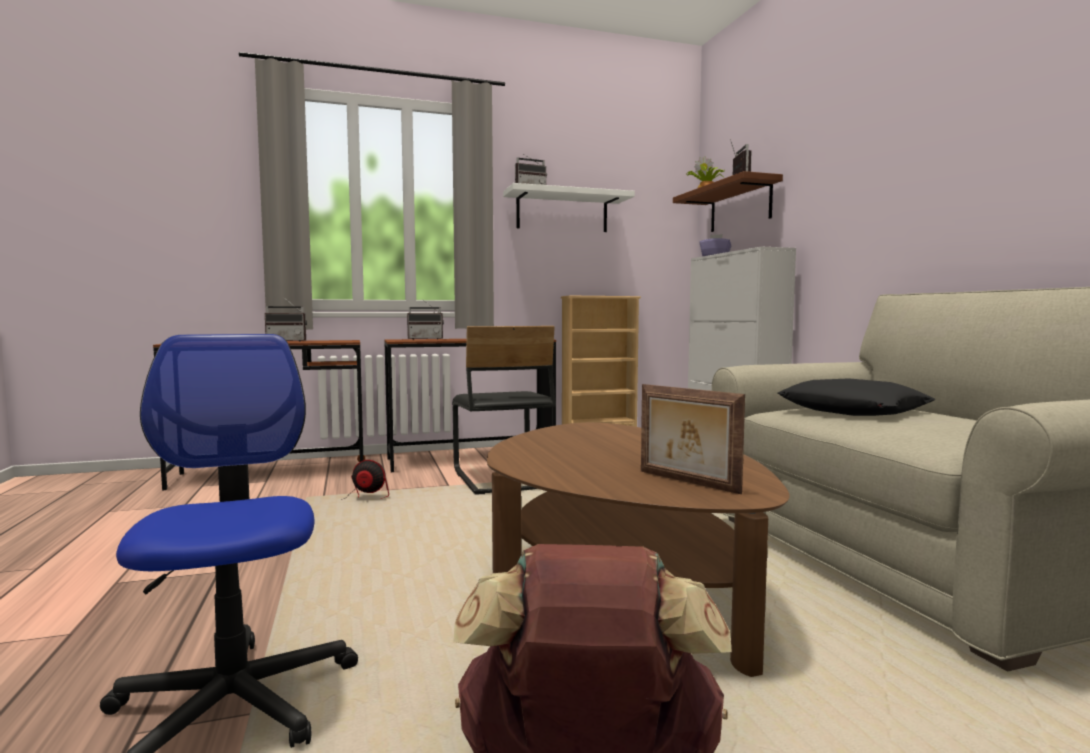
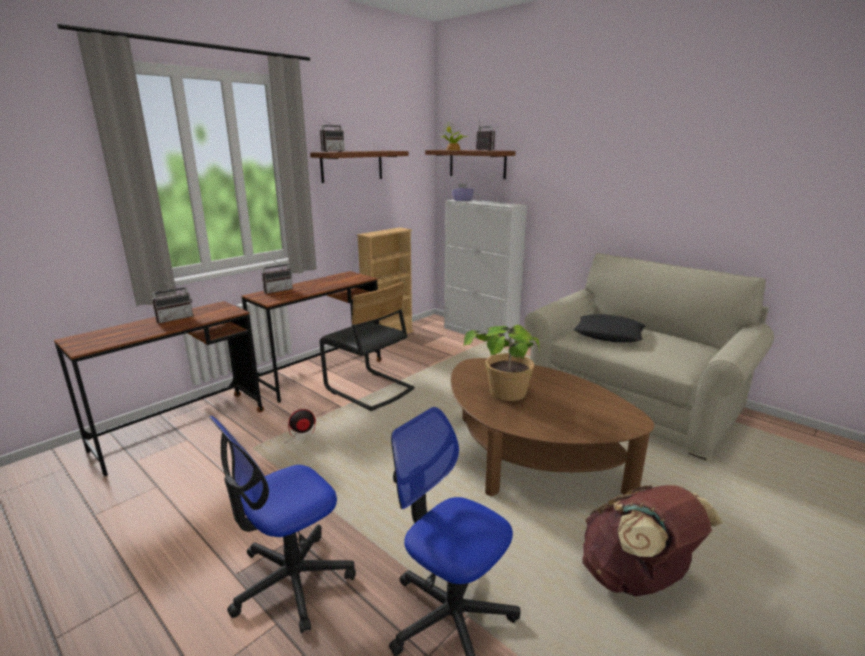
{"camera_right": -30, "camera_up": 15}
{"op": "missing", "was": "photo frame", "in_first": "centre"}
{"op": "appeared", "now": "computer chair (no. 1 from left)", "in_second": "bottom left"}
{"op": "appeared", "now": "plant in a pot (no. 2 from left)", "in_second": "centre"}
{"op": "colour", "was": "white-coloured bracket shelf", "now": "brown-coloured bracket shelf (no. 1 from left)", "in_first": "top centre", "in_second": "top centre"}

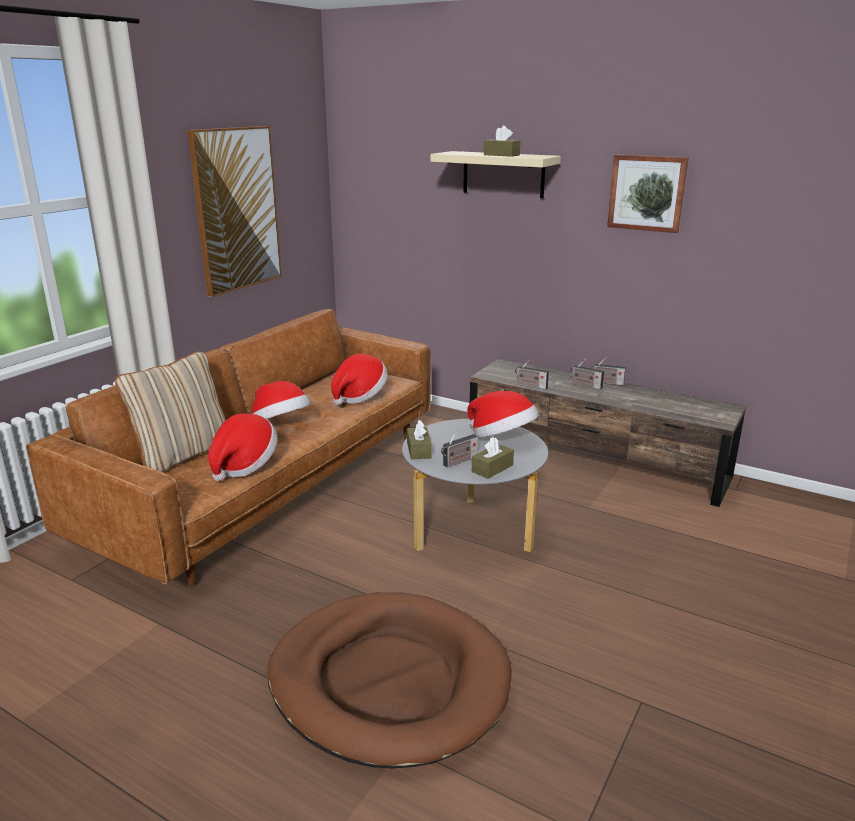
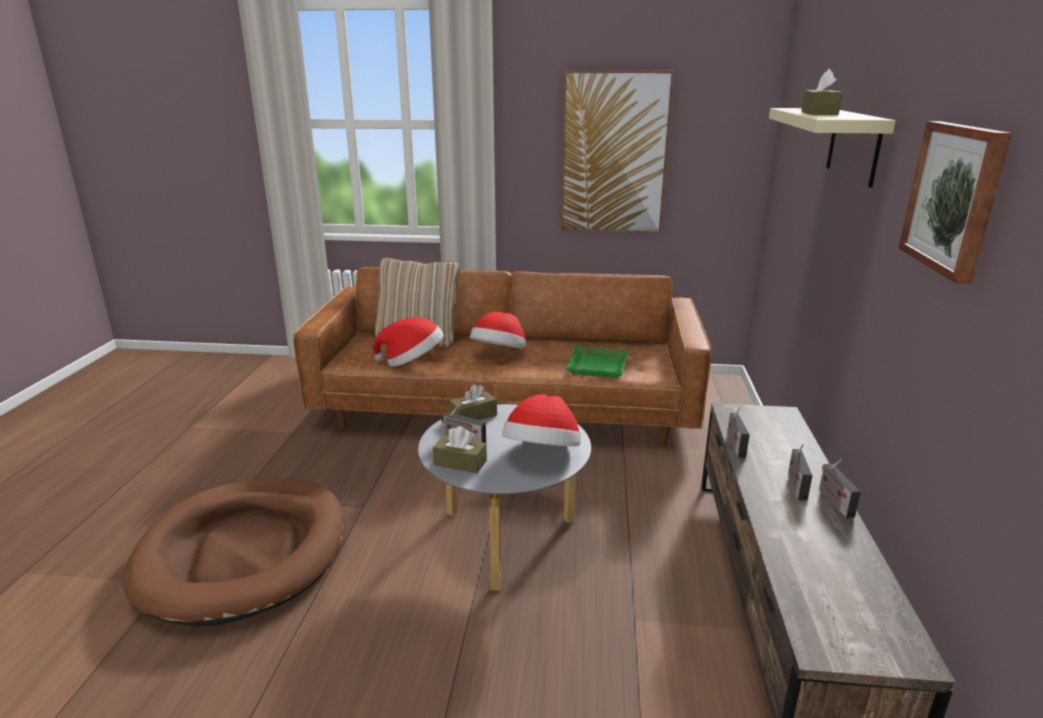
{"camera_right": 65, "camera_up": 0}
{"op": "exchanged", "was": "hat (no. 3 from left)", "now": "greenish carrying tray", "in_first": "centre", "in_second": "centre"}

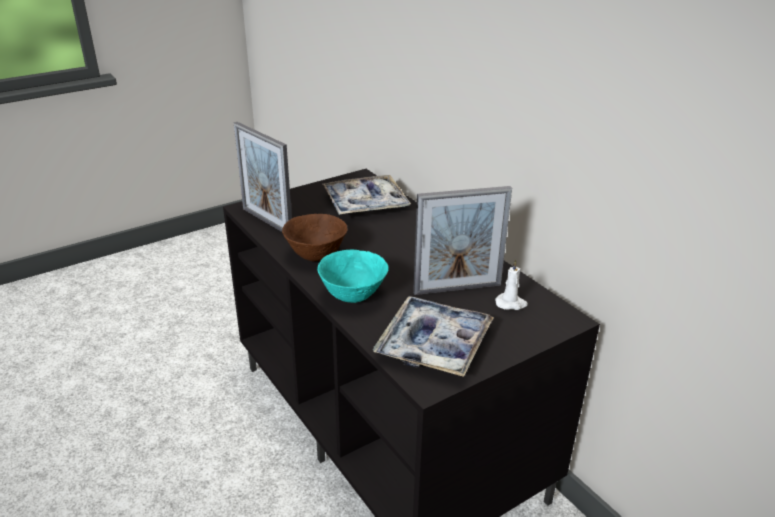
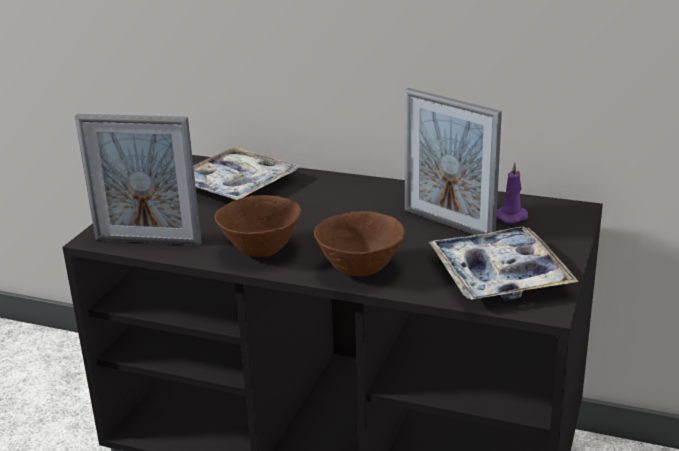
{"camera_right": -35, "camera_up": -5}
{"op": "colour", "was": "turquoise bowl", "now": "brown-coloured bowl (no. 2 from left)", "in_first": "centre", "in_second": "centre"}
{"op": "colour", "was": "white-coloured candle", "now": "purplish candle", "in_first": "centre", "in_second": "middle right"}
{"op": "spun", "was": "photo frame (no. 2 from left)", "in_first": "centre", "in_second": "middle right", "clockwise": 90}

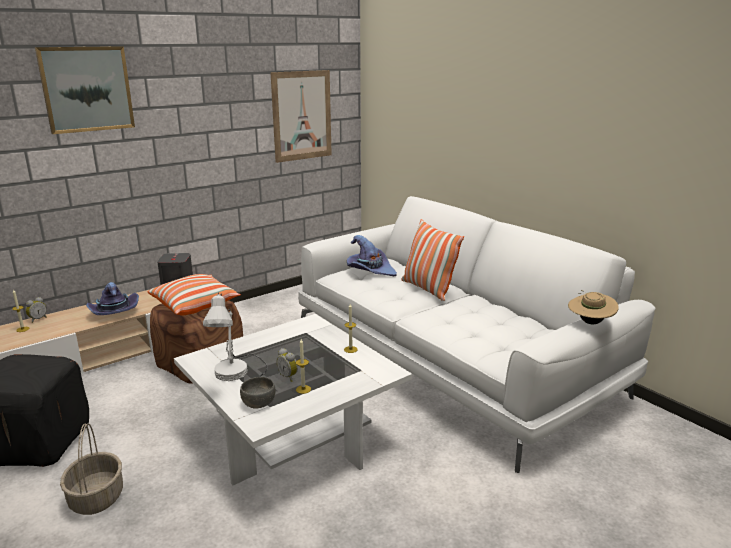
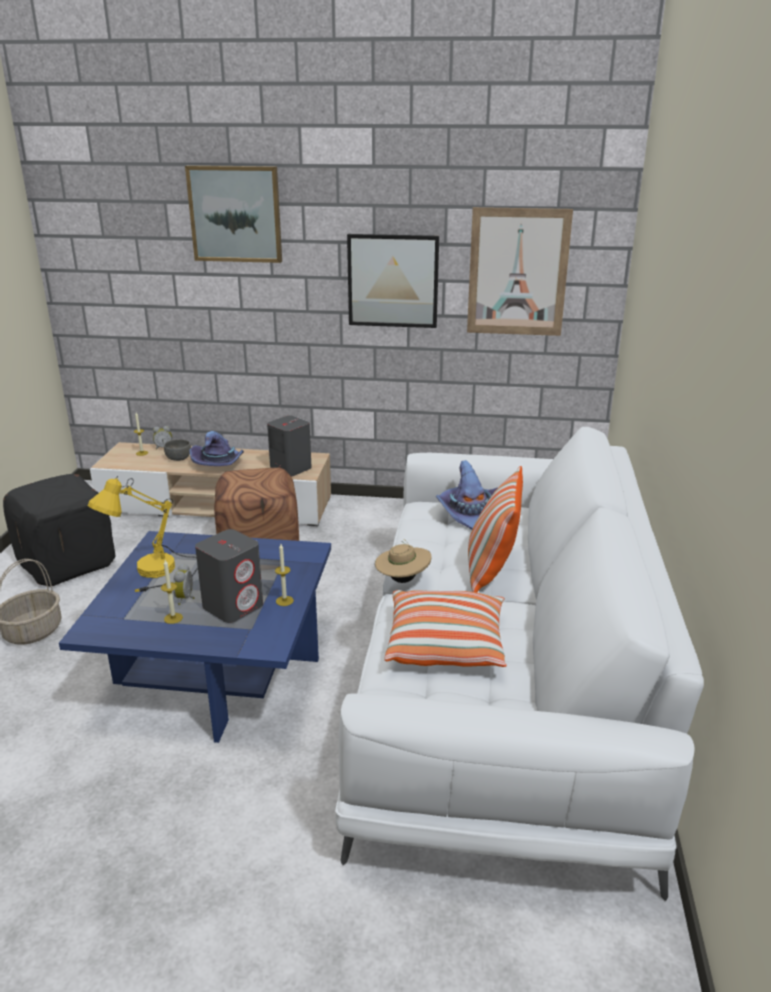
{"camera_right": 45, "camera_up": 5}
{"op": "appeared", "now": "gray audio speaker (no. 1 from left)", "in_second": "middle left"}
{"op": "appeared", "now": "wall art (no. 2 from left)", "in_second": "top centre"}
{"op": "relocated", "was": "cushion (no. 1 from left)", "in_first": "middle left", "in_second": "centre"}
{"op": "relocated", "was": "gray bowl", "in_first": "bottom centre", "in_second": "middle left"}
{"op": "relocated", "was": "beige hat", "in_first": "middle right", "in_second": "centre"}
{"op": "colour", "was": "white-coloured lounge table", "now": "blue-coloured lounge table", "in_first": "bottom centre", "in_second": "middle left"}
{"op": "colour", "was": "white-coloured tabletop lamp", "now": "yellow-coloured tabletop lamp", "in_first": "middle left", "in_second": "middle left"}

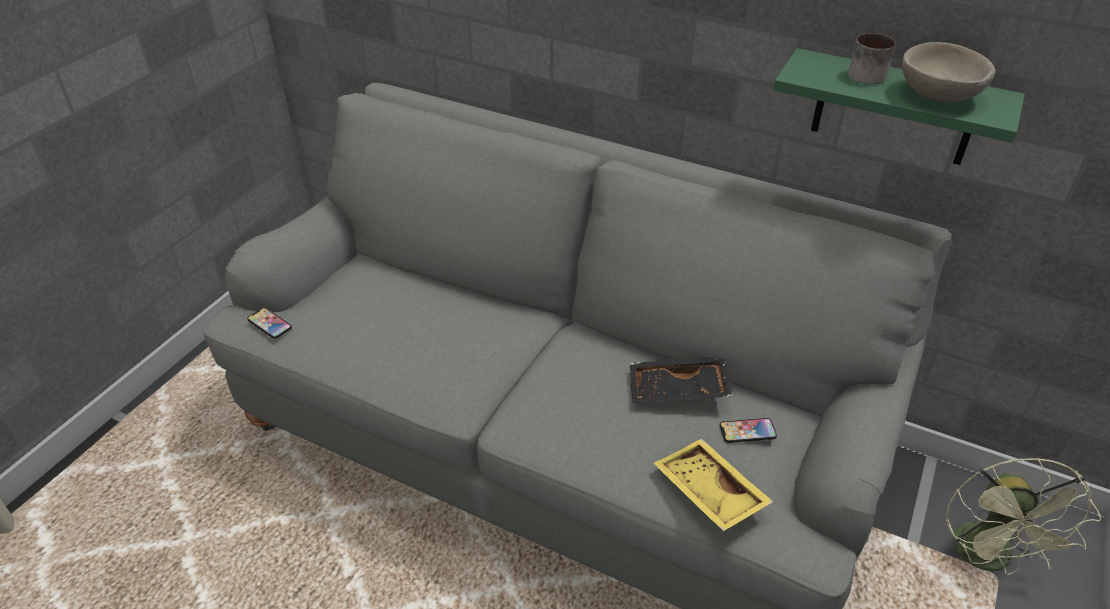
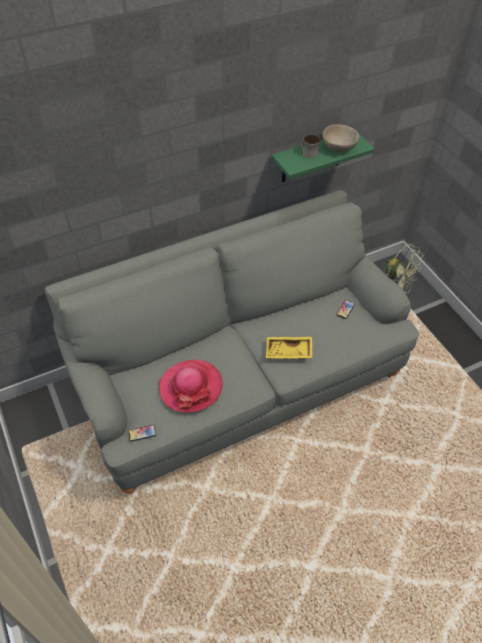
{"camera_right": -55, "camera_up": 10}
{"op": "missing", "was": "blackish carrying tray", "in_first": "centre"}
{"op": "appeared", "now": "hat", "in_second": "centre"}
{"op": "relocated", "was": "yellow-coloured carrying tray", "in_first": "bottom centre", "in_second": "centre"}

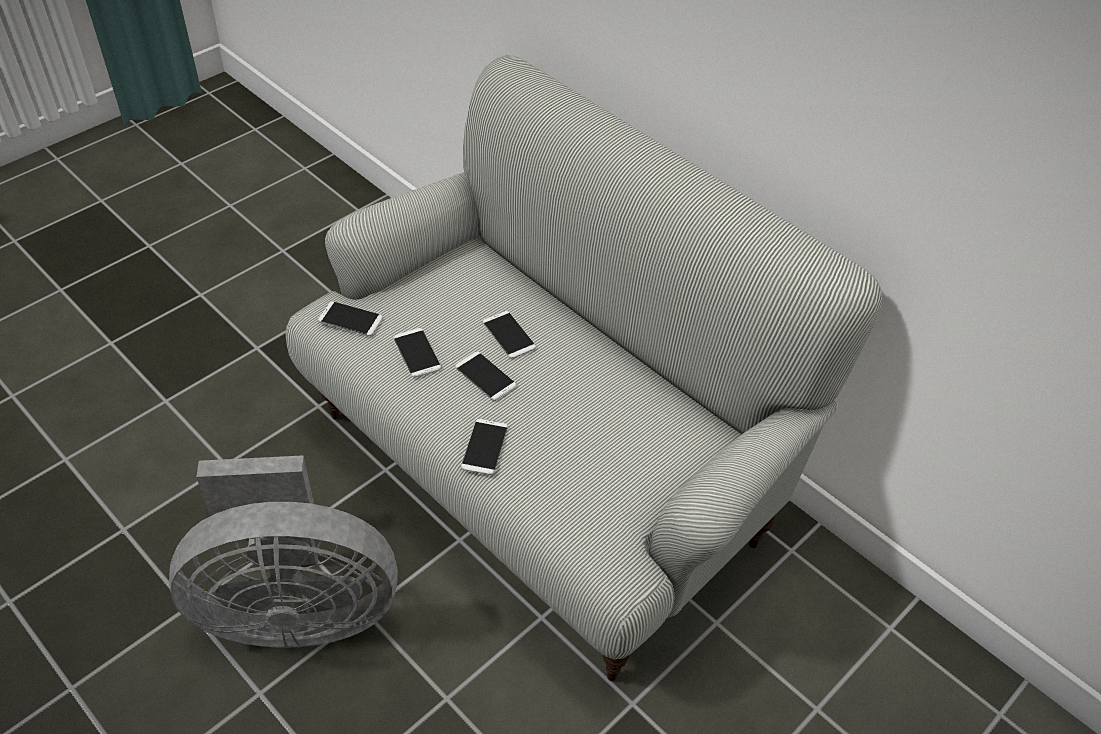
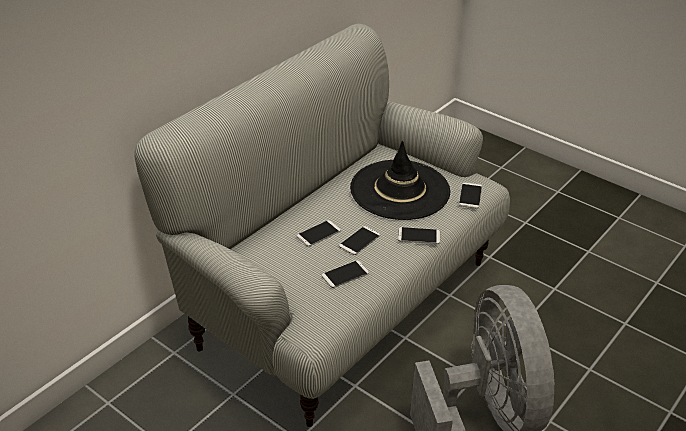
{"camera_right": -95, "camera_up": -10}
{"op": "appeared", "now": "blackish hat", "in_second": "centre"}
{"op": "relocated", "was": "phone (no. 1 from left in the first image)", "now": "phone (no. 5 from left)", "in_first": "middle left", "in_second": "middle right"}

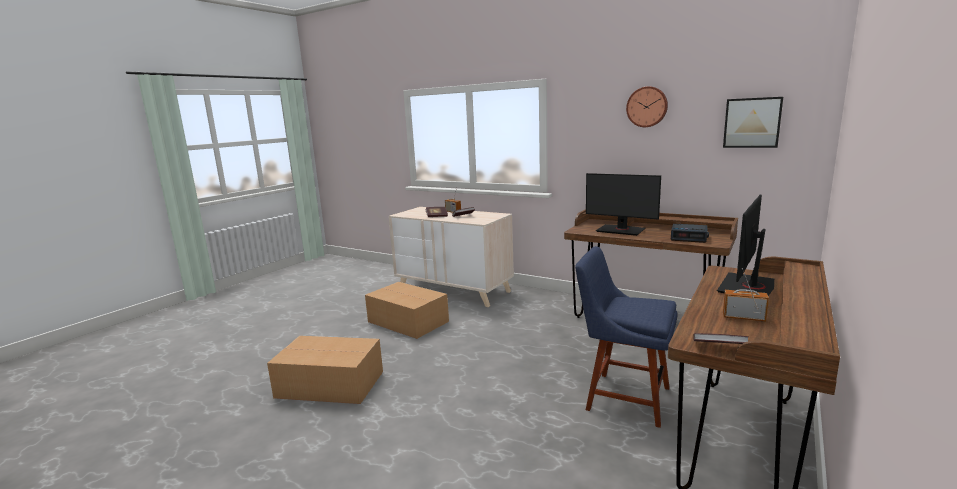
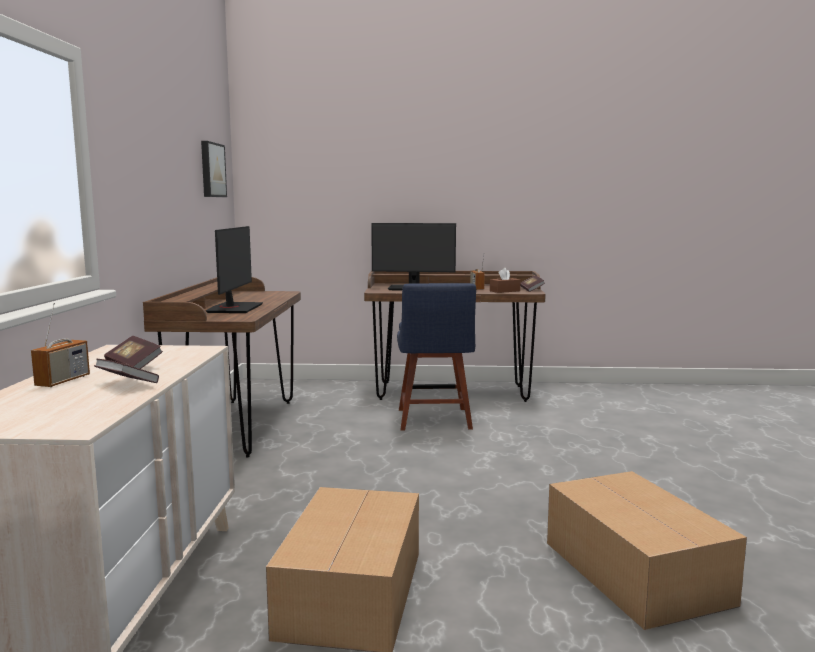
{"camera_right": -120, "camera_up": -5}
{"op": "missing", "was": "hanging clock", "in_first": "top right"}
{"op": "missing", "was": "bedside clock", "in_first": "middle right"}
{"op": "appeared", "now": "brown-coloured tissue holder", "in_second": "centre"}

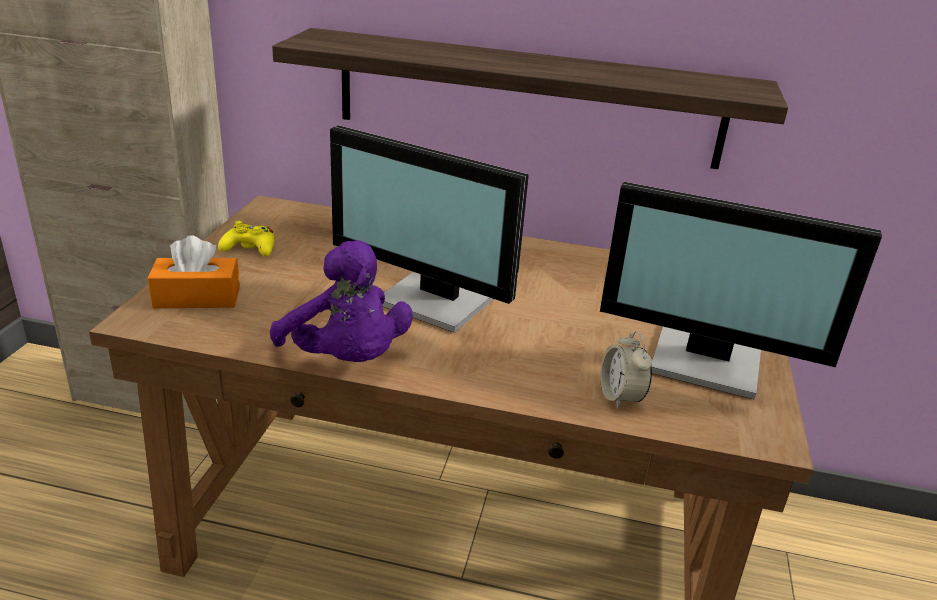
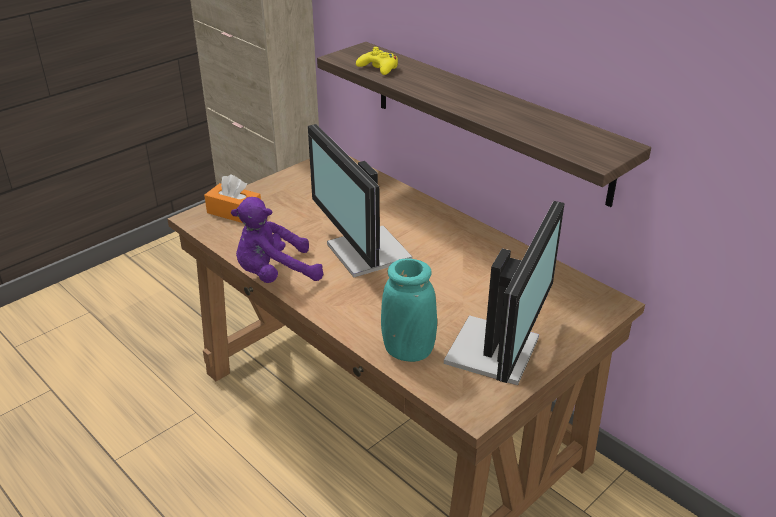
{"camera_right": 35, "camera_up": 5}
{"op": "relocated", "was": "yellow-coloured joypad", "in_first": "middle left", "in_second": "top centre"}
{"op": "exchanged", "was": "bedside clock", "now": "turquoise decorative vase", "in_first": "middle right", "in_second": "centre"}
{"op": "spun", "was": "purplish cuddly toy", "in_first": "centre", "in_second": "centre", "clockwise": 75}
{"op": "spun", "was": "computer display (no. 2 from left)", "in_first": "middle right", "in_second": "centre", "clockwise": -120}

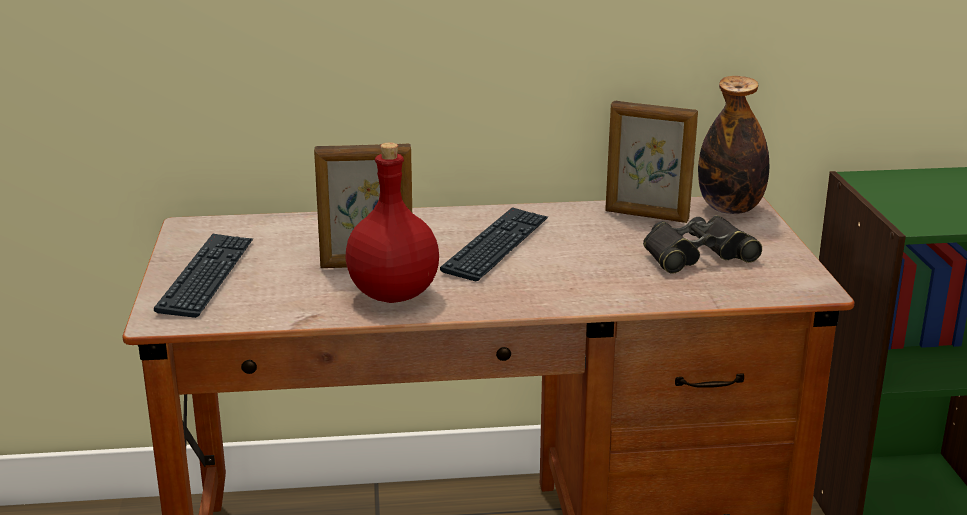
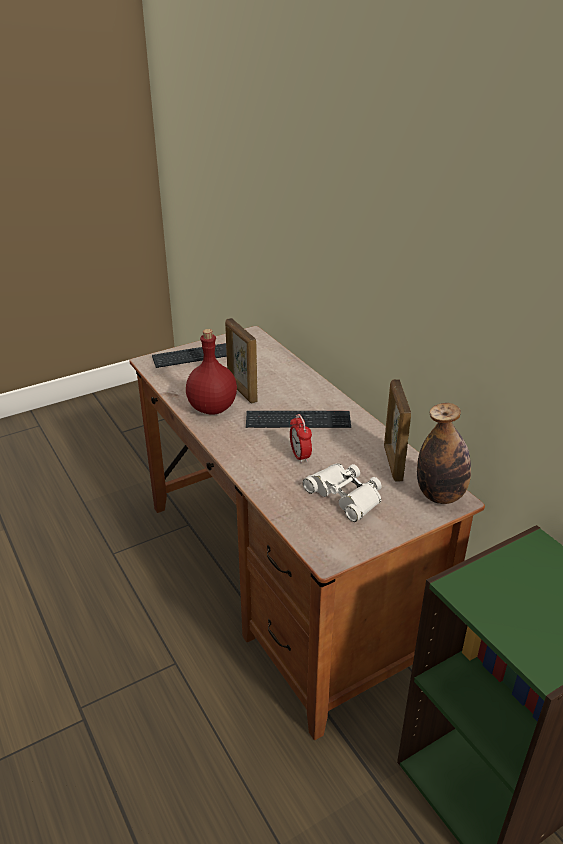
{"camera_right": 65, "camera_up": 10}
{"op": "appeared", "now": "bedside clock", "in_second": "centre"}
{"op": "colour", "was": "blackish binoculars", "now": "white-coloured binoculars", "in_first": "middle right", "in_second": "centre"}

